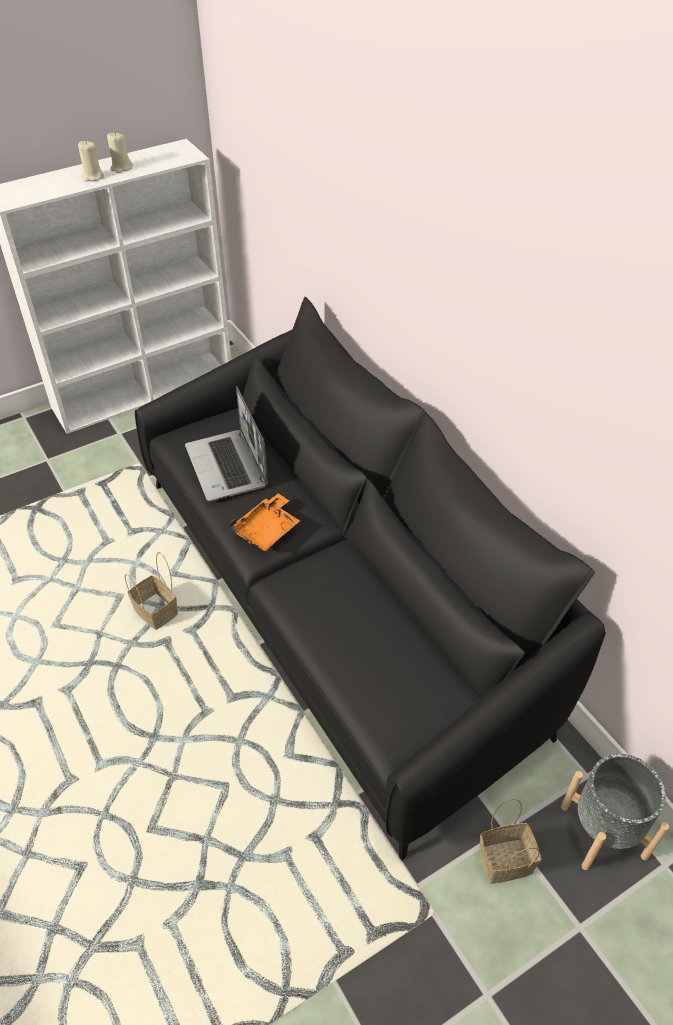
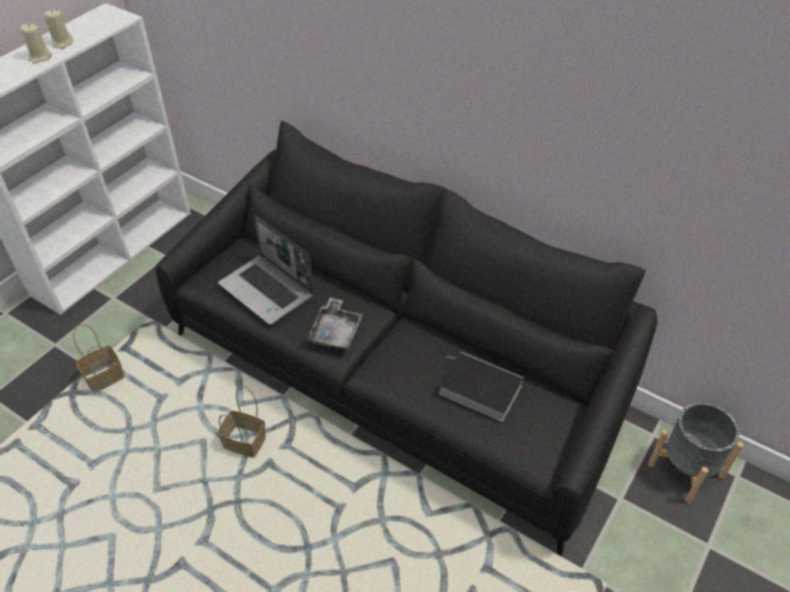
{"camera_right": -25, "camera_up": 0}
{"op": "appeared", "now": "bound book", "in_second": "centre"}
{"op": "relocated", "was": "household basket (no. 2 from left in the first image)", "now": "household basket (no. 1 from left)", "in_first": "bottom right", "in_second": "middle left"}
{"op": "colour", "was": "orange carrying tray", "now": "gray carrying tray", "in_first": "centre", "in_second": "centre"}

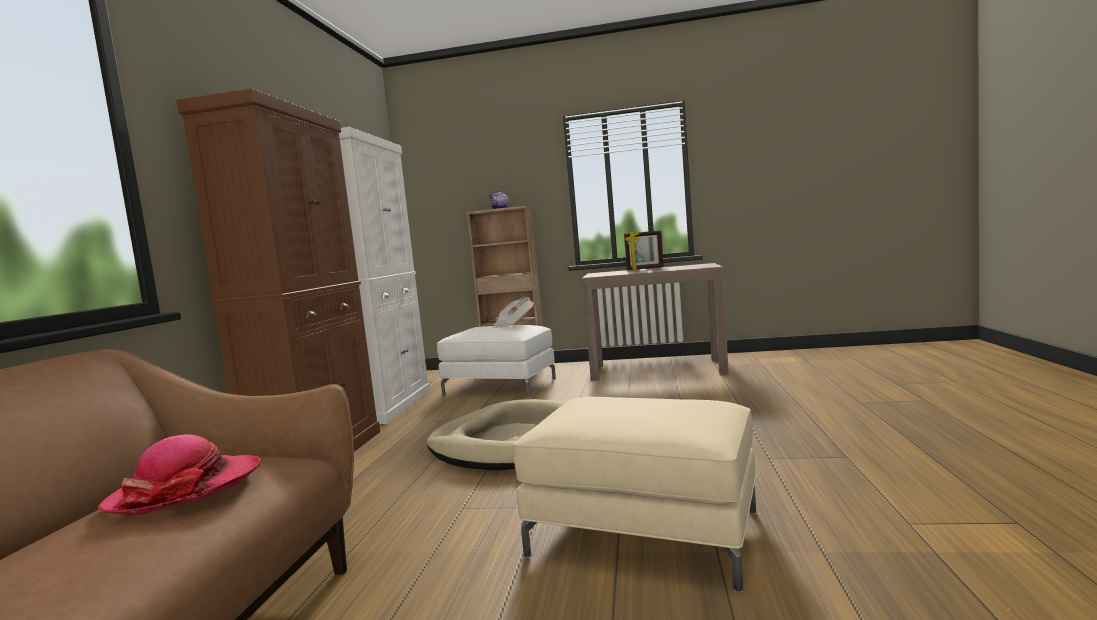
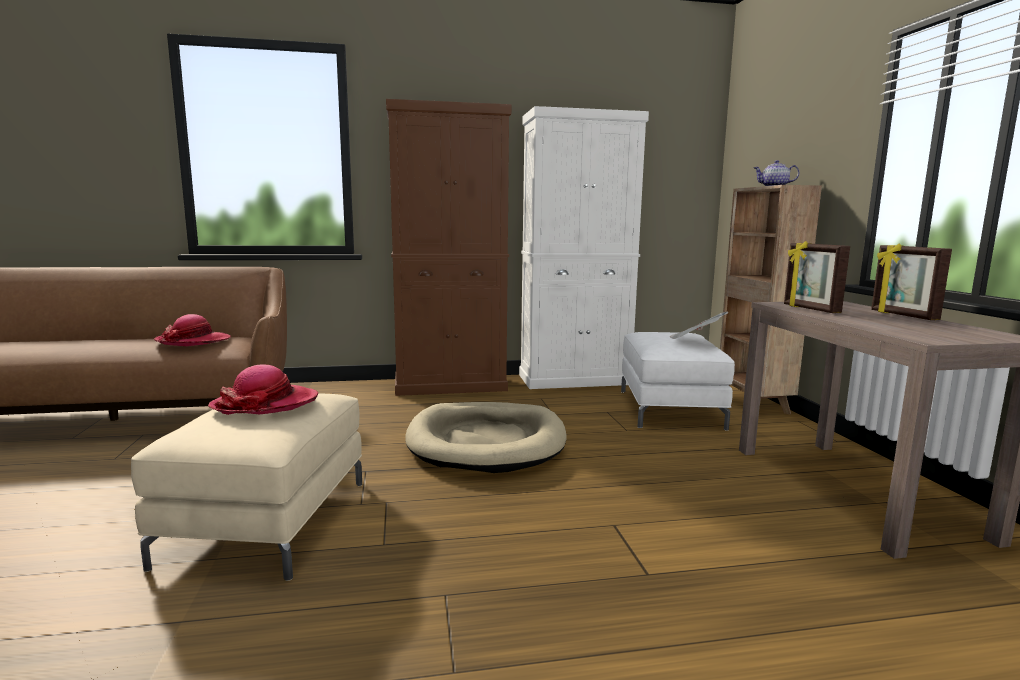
{"camera_right": 70, "camera_up": 5}
{"op": "appeared", "now": "hat (no. 2 from left)", "in_second": "middle left"}
{"op": "appeared", "now": "photo frame (no. 1 from left)", "in_second": "middle right"}

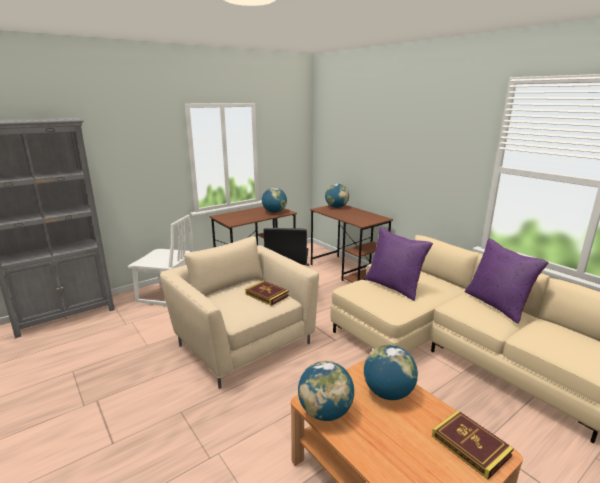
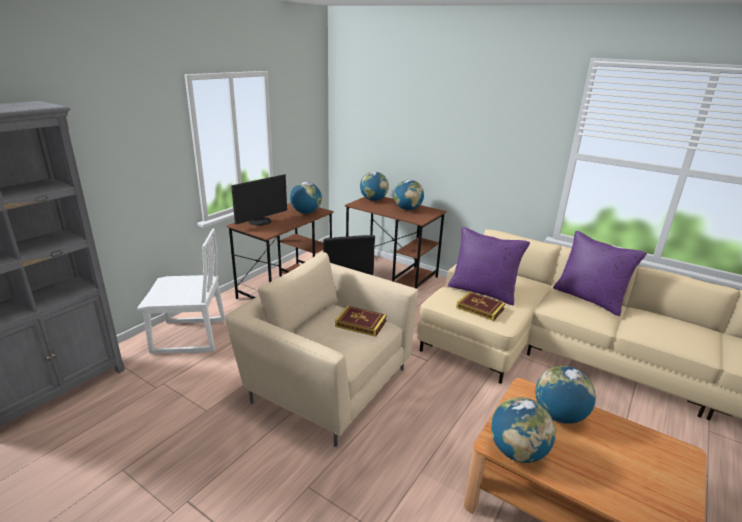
{"camera_right": -20, "camera_up": 5}
{"op": "appeared", "now": "computer display", "in_second": "centre"}
{"op": "appeared", "now": "world globe (no. 3 from left)", "in_second": "centre"}
{"op": "relocated", "was": "bound book (no. 2 from left)", "in_first": "bottom right", "in_second": "centre"}

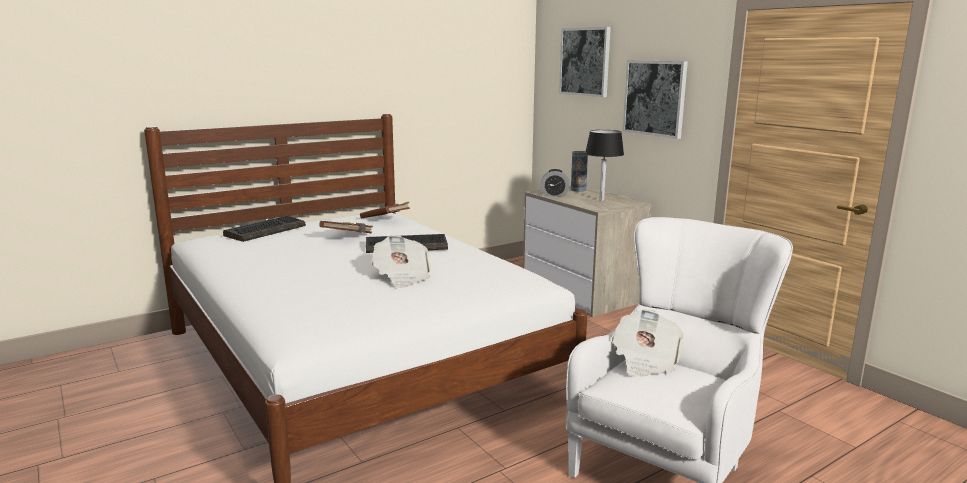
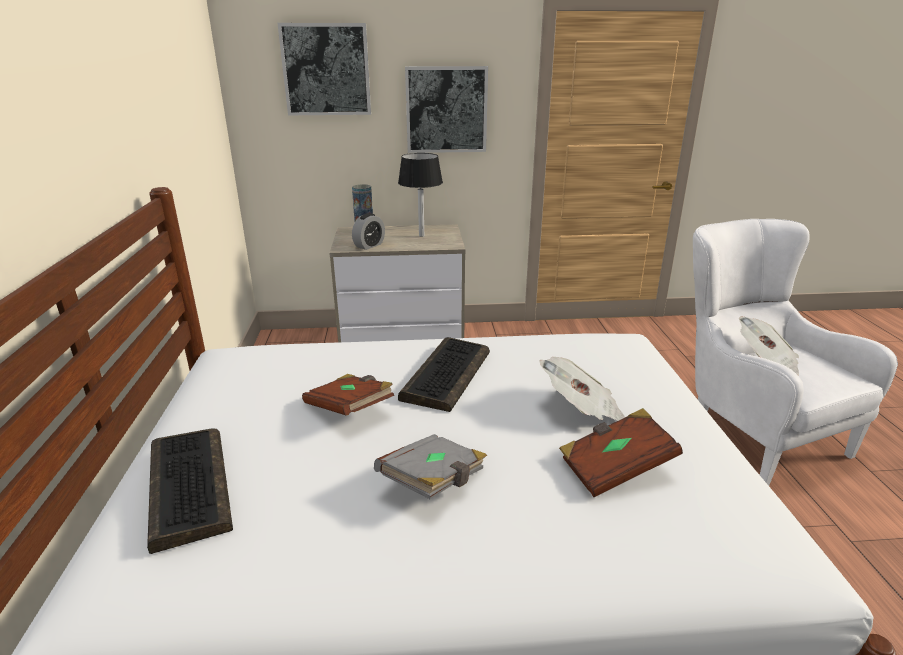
{"camera_right": -60, "camera_up": 10}
{"op": "appeared", "now": "gray bound book", "in_second": "bottom centre"}
{"op": "relocated", "was": "brown-coloured bound book (no. 2 from left)", "in_first": "centre", "in_second": "bottom right"}

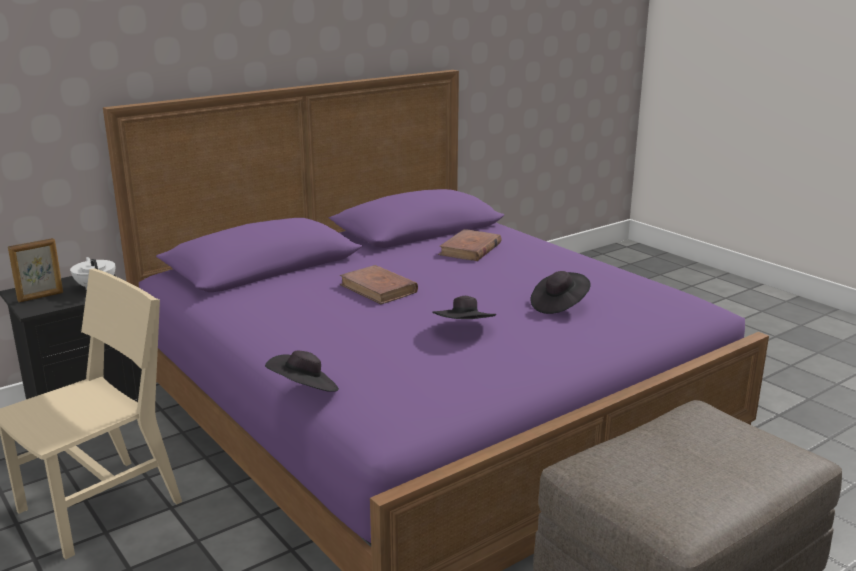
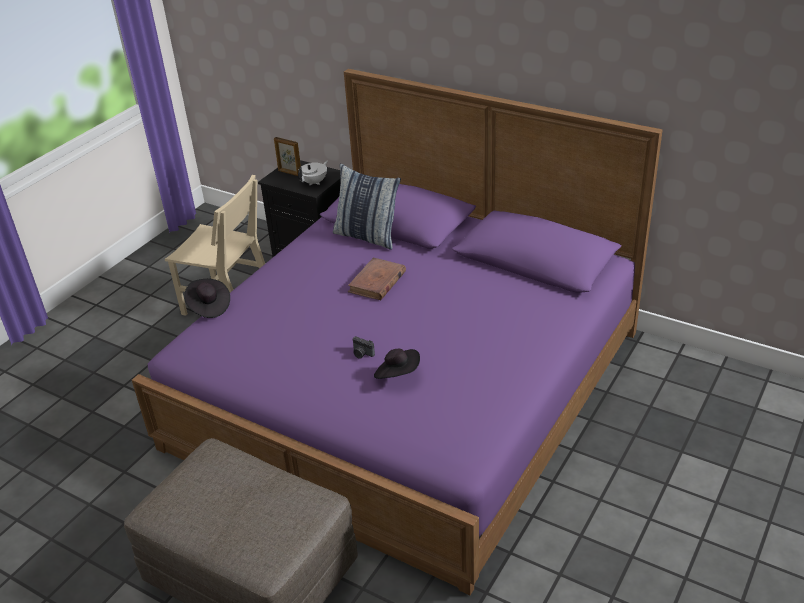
{"camera_right": 70, "camera_up": 15}
{"op": "missing", "was": "blackish hat (no. 2 from left)", "in_first": "centre"}
{"op": "missing", "was": "brown-coloured bound book (no. 2 from left)", "in_first": "centre"}
{"op": "appeared", "now": "cushion", "in_second": "centre"}
{"op": "appeared", "now": "photo camera", "in_second": "centre"}

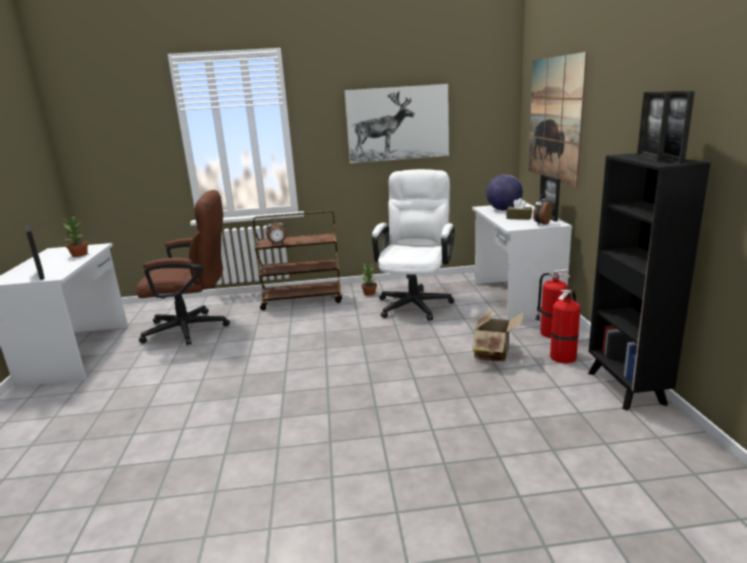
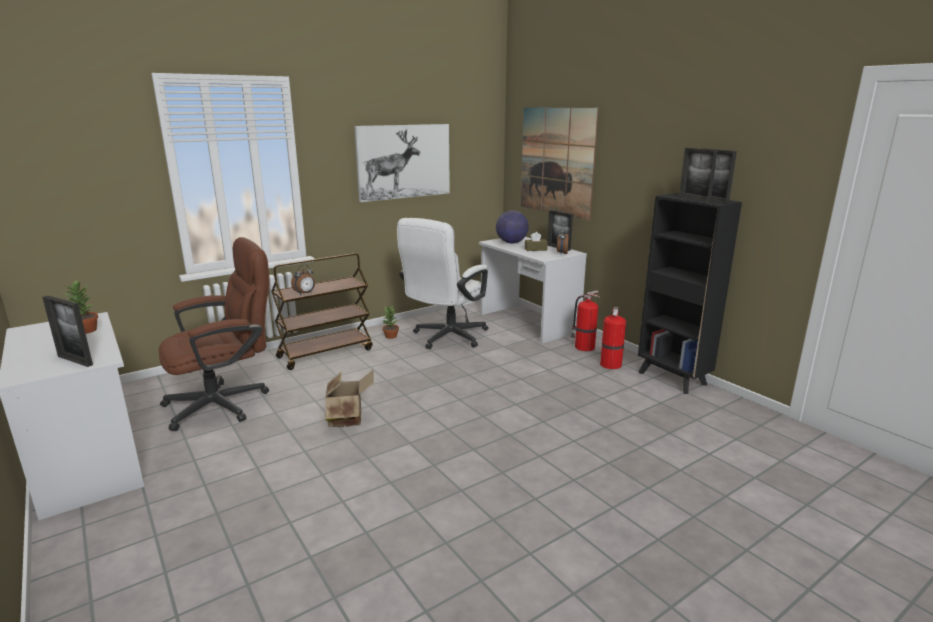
{"camera_right": -30, "camera_up": 0}
{"op": "relocated", "was": "carton", "in_first": "middle right", "in_second": "centre"}
{"op": "spun", "was": "white-coloured computer chair", "in_first": "centre", "in_second": "centre", "clockwise": -135}

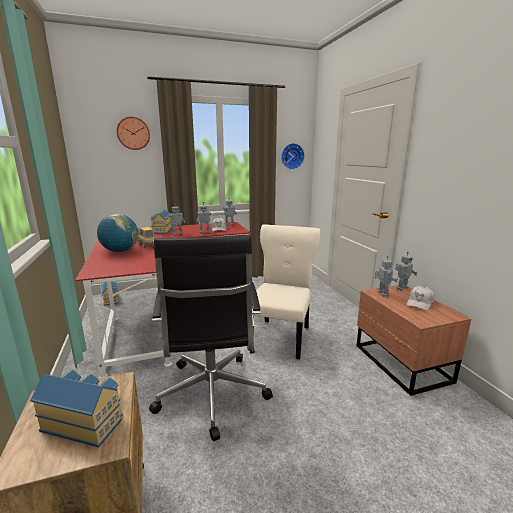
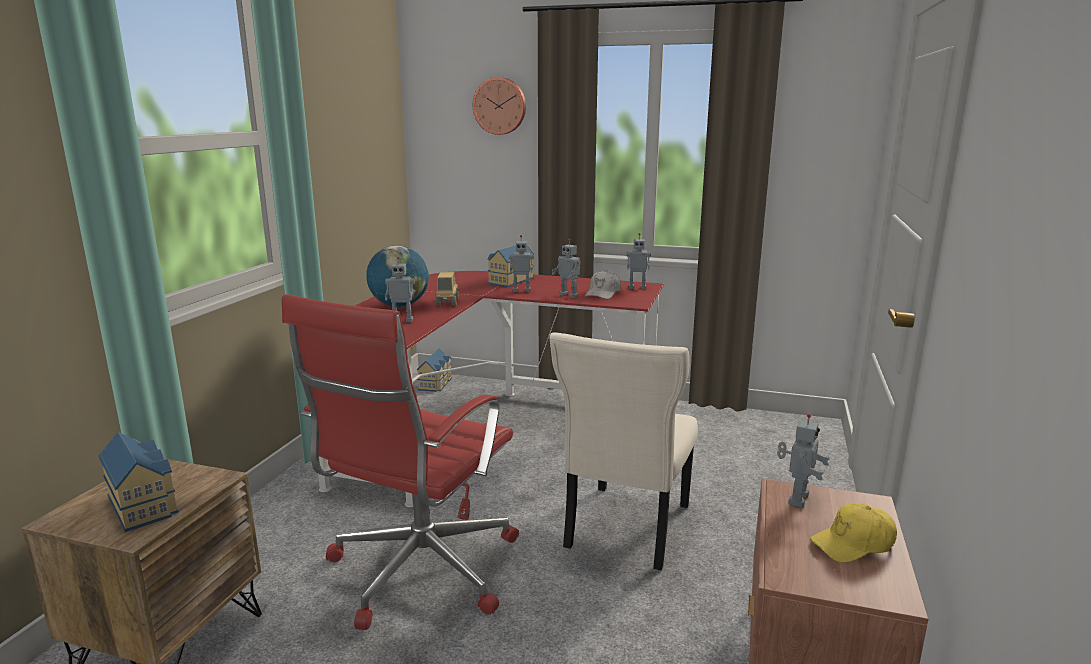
{"camera_right": 35, "camera_up": 0}
{"op": "missing", "was": "hanging clock (no. 2 from left)", "in_first": "top centre"}
{"op": "relocated", "was": "toy robot (no. 5 from left in the first image)", "now": "toy robot (no. 1 from left)", "in_first": "middle right", "in_second": "centre"}
{"op": "colour", "was": "blackish computer chair", "now": "red-coloured computer chair", "in_first": "centre", "in_second": "bottom centre"}
{"op": "colour", "was": "white-coloured cap (no. 2 from left)", "now": "yellow-coloured cap", "in_first": "middle right", "in_second": "bottom right"}
{"op": "spun", "was": "beige upright chair", "in_first": "centre", "in_second": "bottom centre", "clockwise": 150}

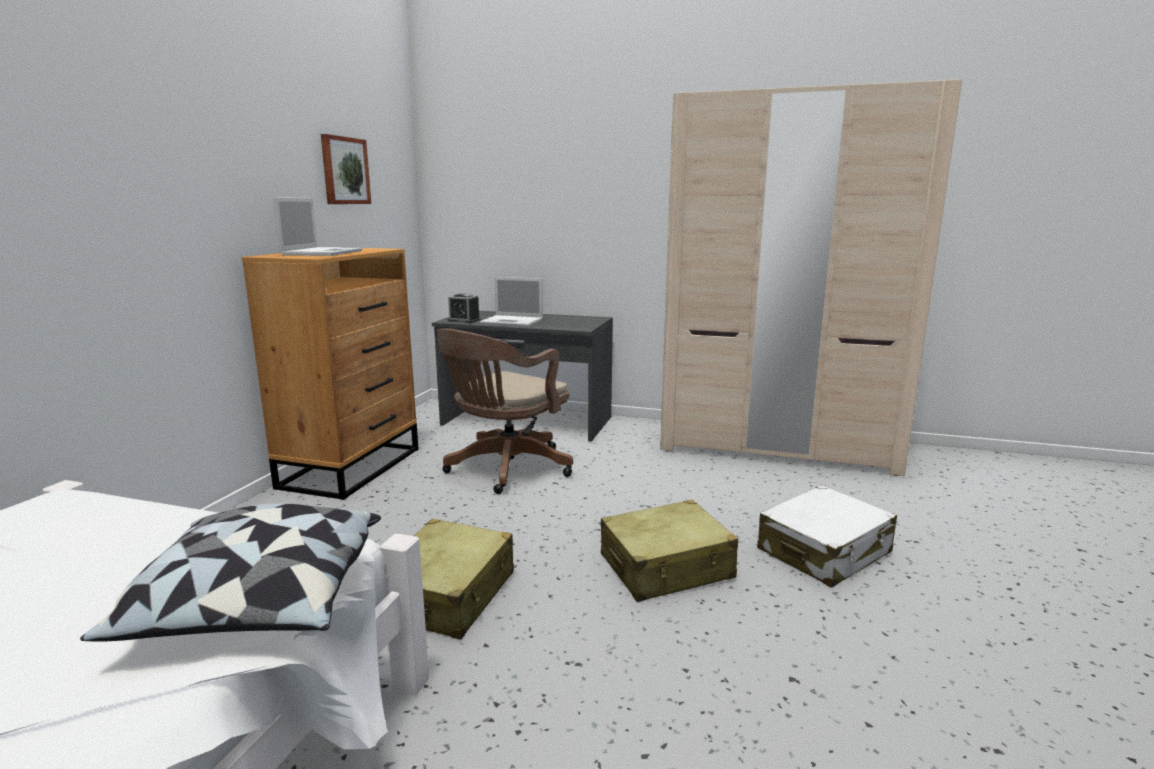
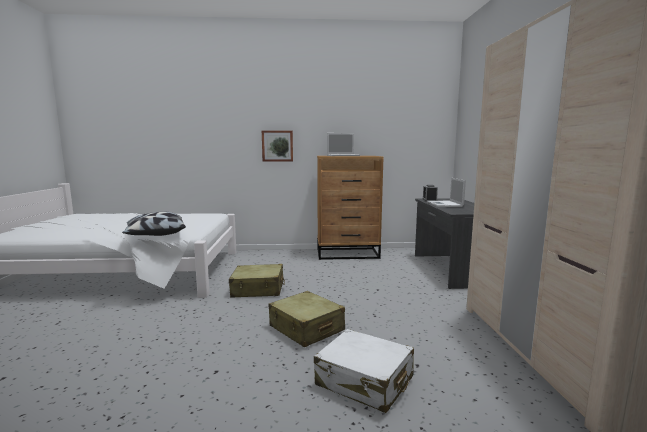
{"camera_right": 70, "camera_up": -5}
{"op": "missing", "was": "brown-coloured computer chair", "in_first": "centre"}
{"op": "relocated", "was": "wall art", "in_first": "top left", "in_second": "centre"}

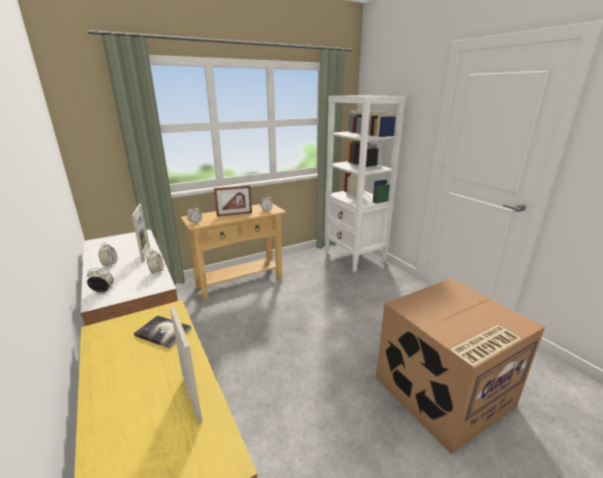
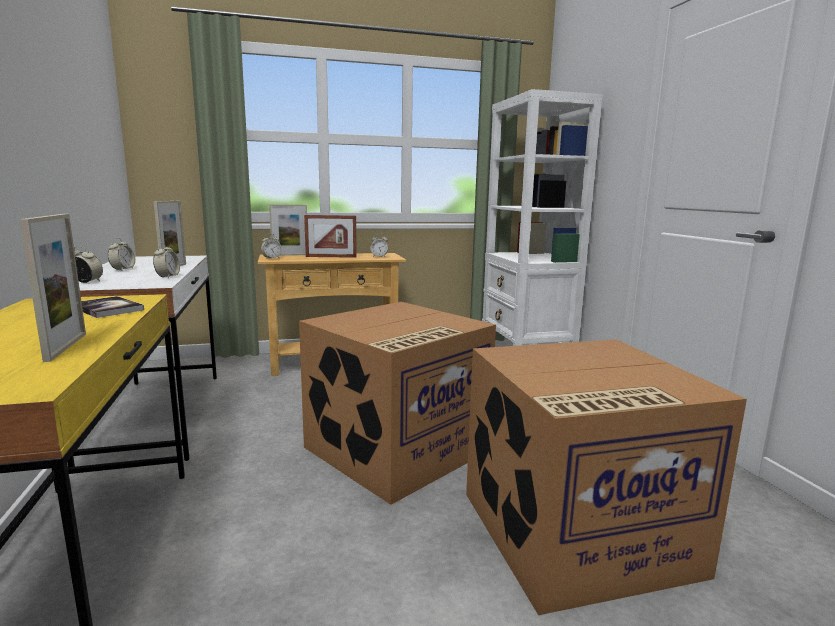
{"camera_right": 15, "camera_up": -10}
{"op": "appeared", "now": "photo frame (no. 3 from left)", "in_second": "centre"}
{"op": "appeared", "now": "carton (no. 1 from left)", "in_second": "centre"}

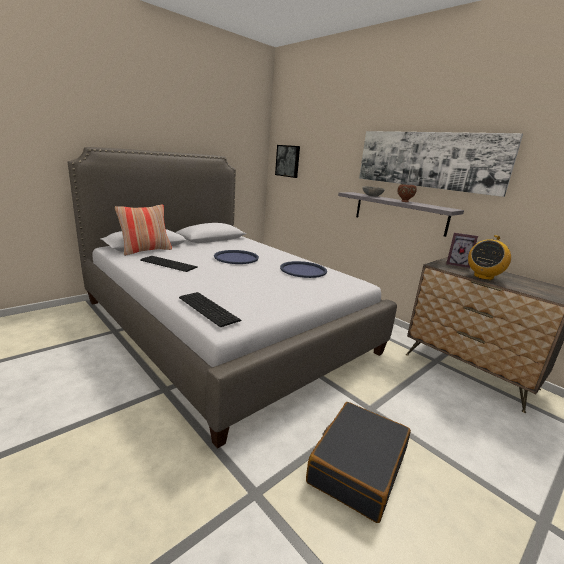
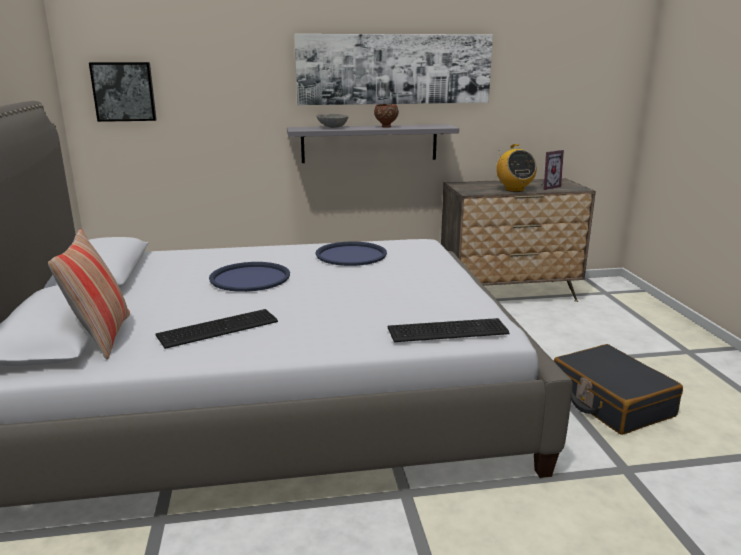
{"camera_right": -55, "camera_up": 0}
{"op": "relocated", "was": "photo frame", "in_first": "middle right", "in_second": "top right"}

